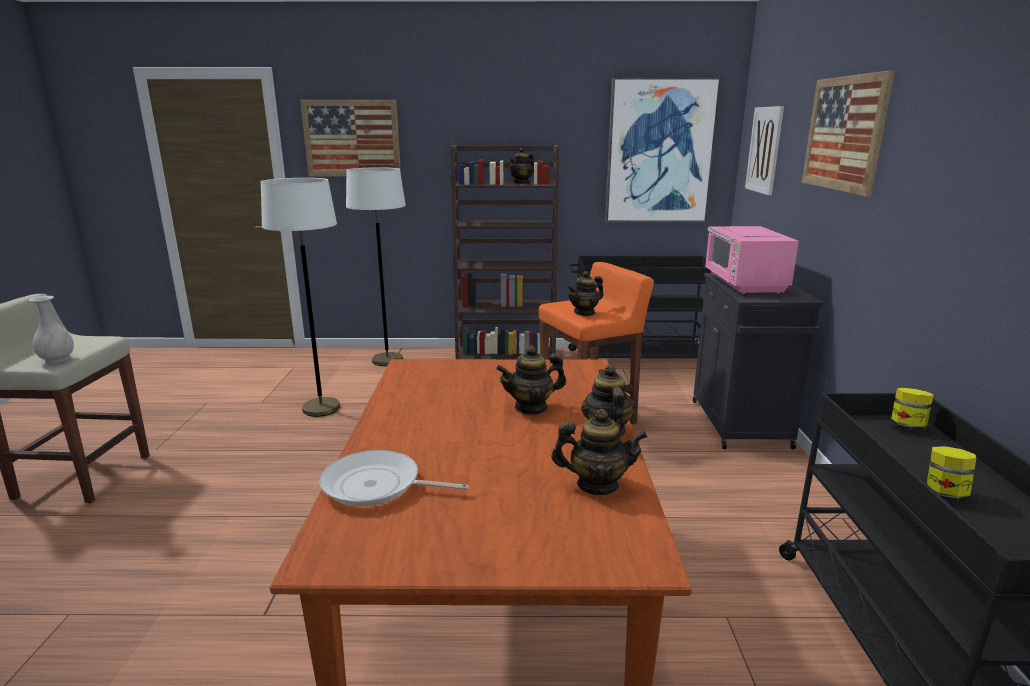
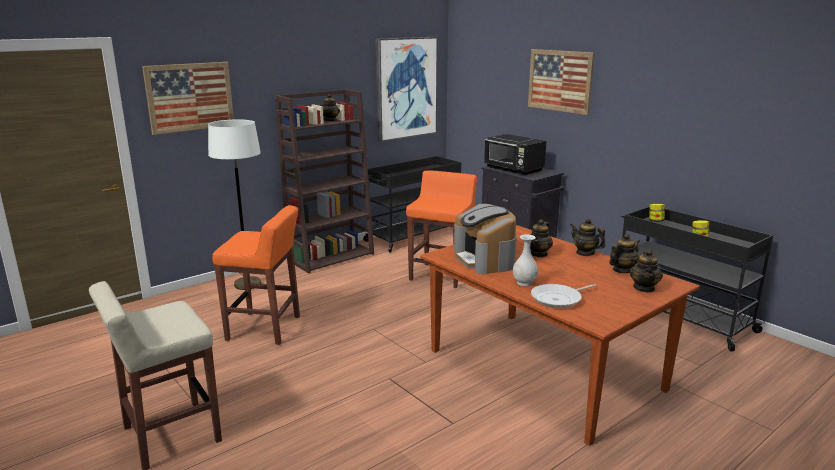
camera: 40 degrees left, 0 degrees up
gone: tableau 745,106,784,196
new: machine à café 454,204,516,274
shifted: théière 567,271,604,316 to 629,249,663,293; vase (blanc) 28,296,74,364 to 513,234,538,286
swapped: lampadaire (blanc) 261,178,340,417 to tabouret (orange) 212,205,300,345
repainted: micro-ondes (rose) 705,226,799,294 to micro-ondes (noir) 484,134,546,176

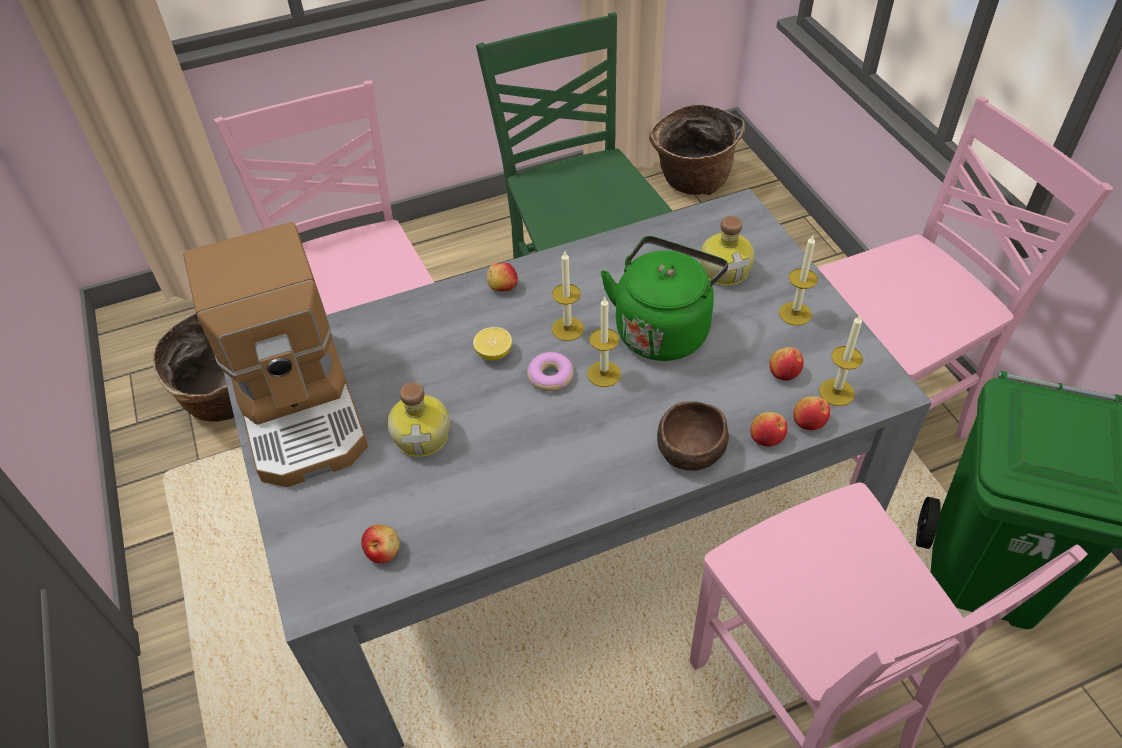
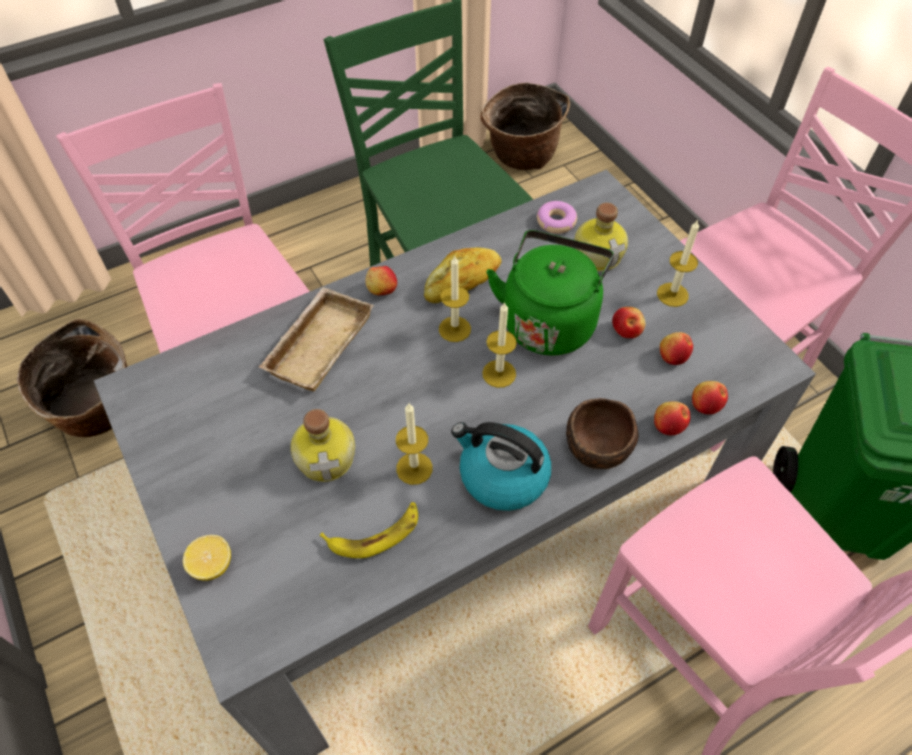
camera: 10 degrees left, 5 degrees up
gone: machine à café 183,222,368,487
new: pain 424,247,502,303; plateau (beige) 259,287,374,391; bouilloire 451,422,551,511; banane 320,502,418,558
shifted: bougie 819,315,863,406 to 396,403,433,485; citron 473,327,512,361 to 183,535,231,581; beignet 527,352,574,391 to 537,201,577,234; pomme 361,525,400,564 to 612,307,645,338

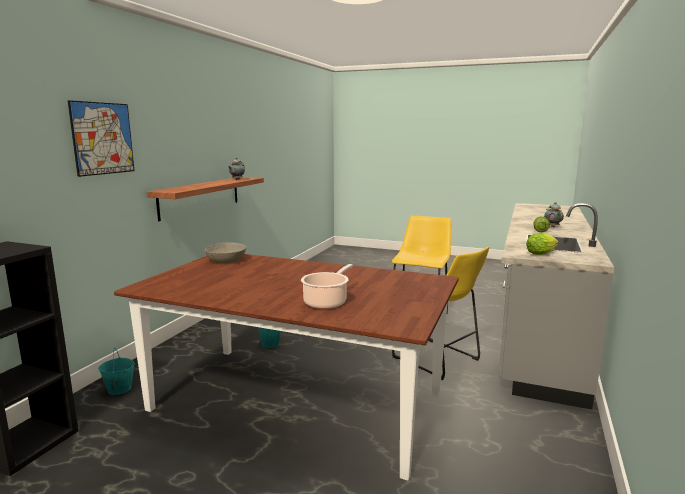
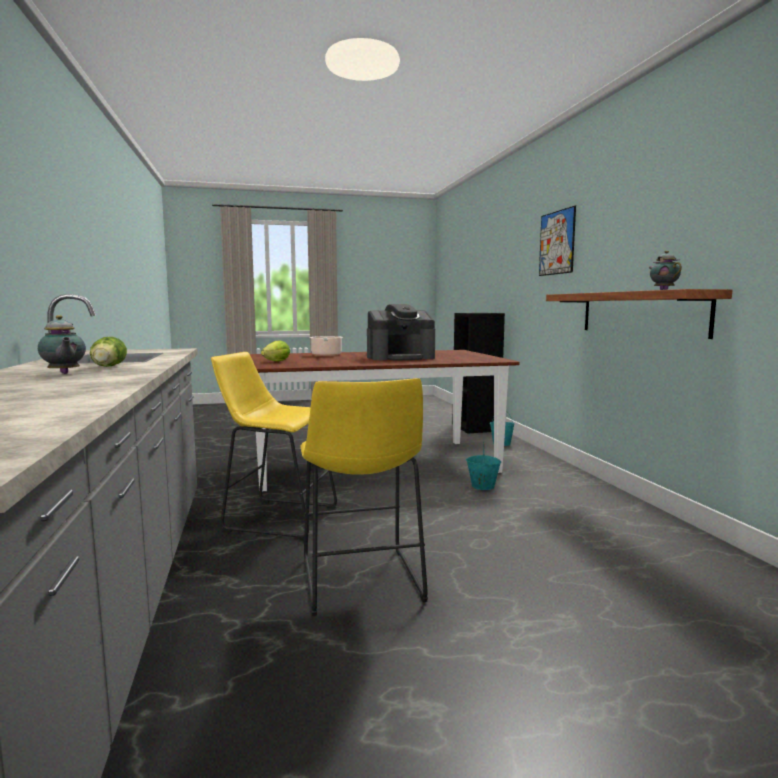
camera: 145 degrees right, 5 degrees down
gone: bol (gris) 205,242,246,263
new: machine à café 367,304,435,361
shifted: laitue 526,233,559,255 to 261,340,290,361

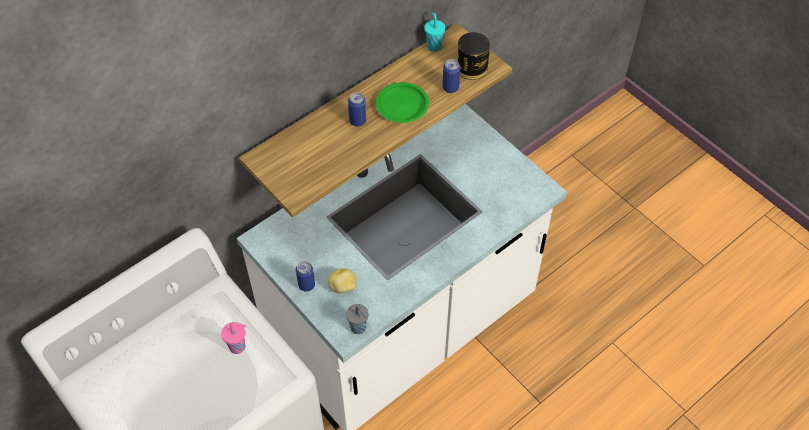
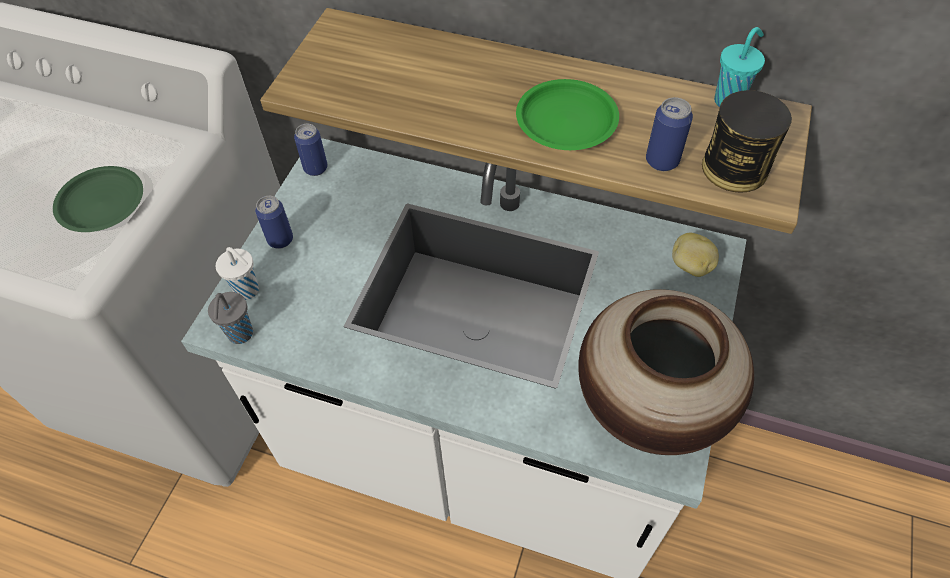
camera: 60 degrees right, 0 degrees up
new: tasse (blanc) 216,247,259,300; vase 578,289,754,455
shifted: boîte métallique 348,92,366,127 to 294,124,328,176; pomme de terre 328,268,356,294 to 672,233,719,277
swapped: tasse (rose) 221,322,246,354 to assiette (vert) 53,166,143,232

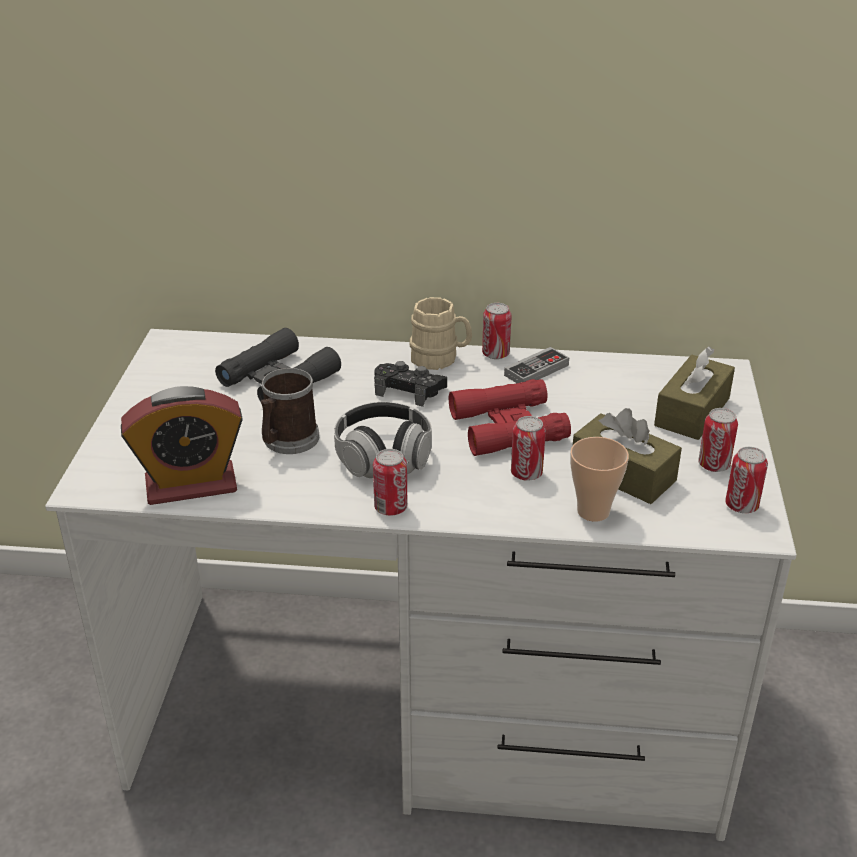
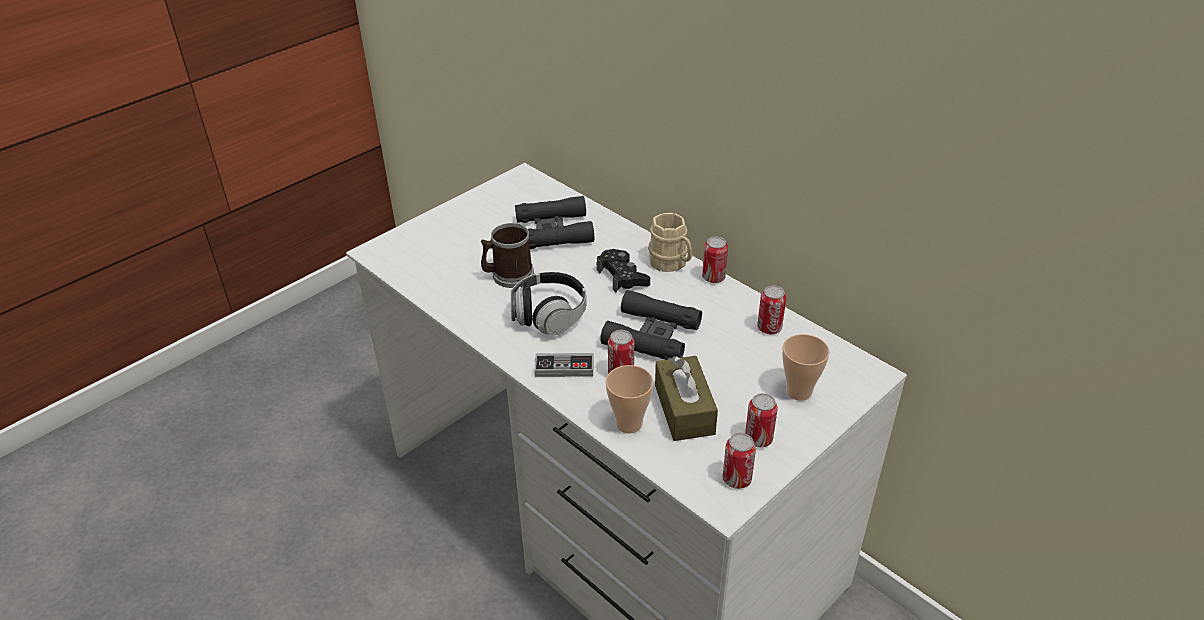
camera: 40 degrees right, 5 degrees up
gone: réveil 121,386,243,505
shifted: manette 504,347,569,383 to 534,353,594,377; boîte métallique 373,449,407,516 to 757,285,786,334
swapped: boîte à mouchoirs (marron) 654,346,735,440 to tasse 782,334,830,401
repainted: jumelles (rouge) 449,379,571,456 to jumelles (noir) 600,290,702,360

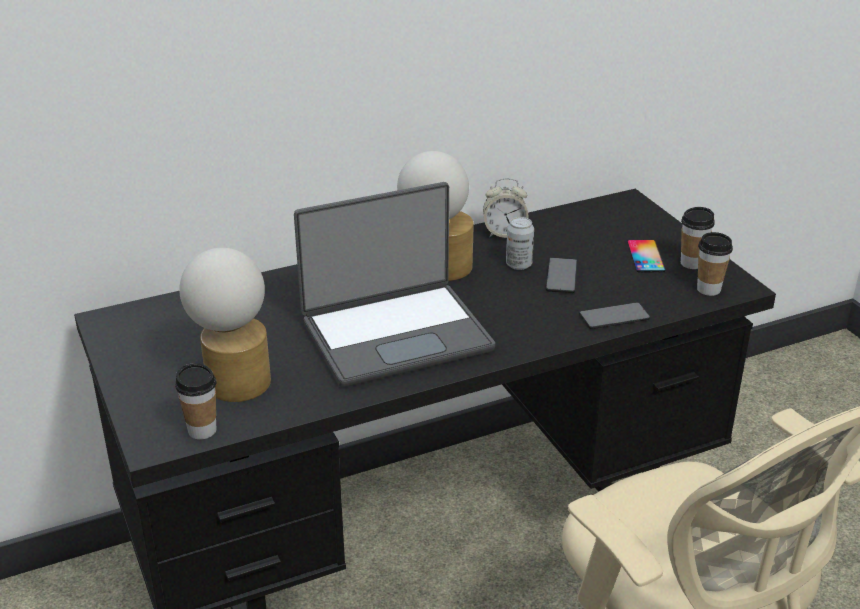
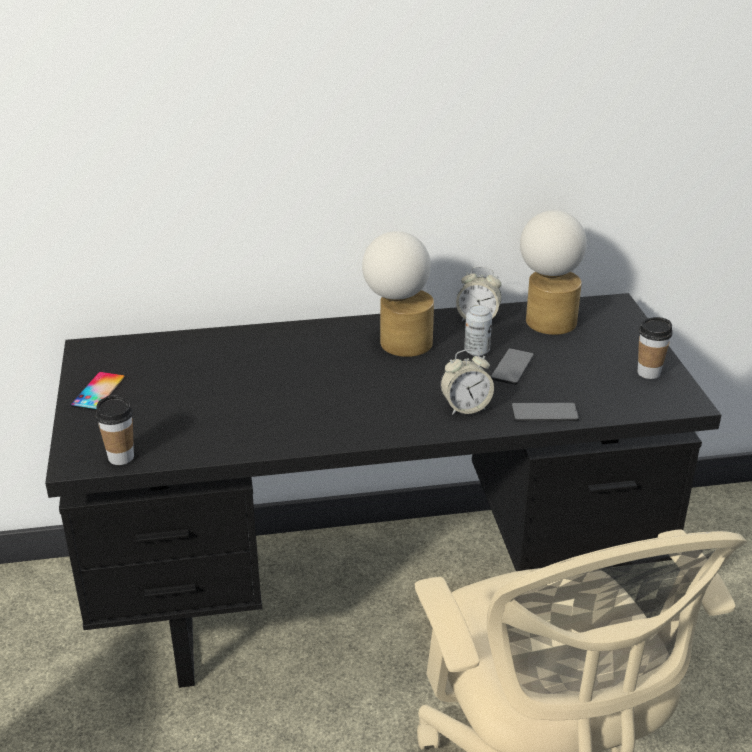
camera: 15 degrees right, 0 degrees up
gone: ordinateur portable 294,182,495,388; tasse 697,232,733,296
new: réveil 441,349,494,415
shifted: téléphone 627,240,666,272 to 70,372,125,411; lampe de table 179,248,271,402 to 520,210,587,335

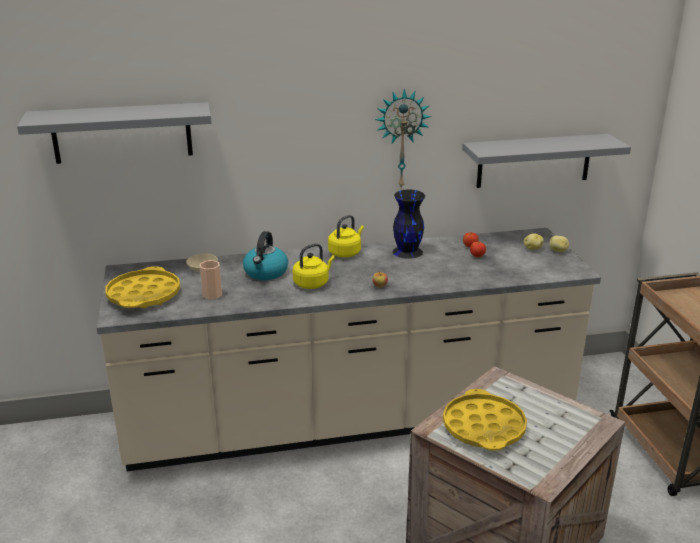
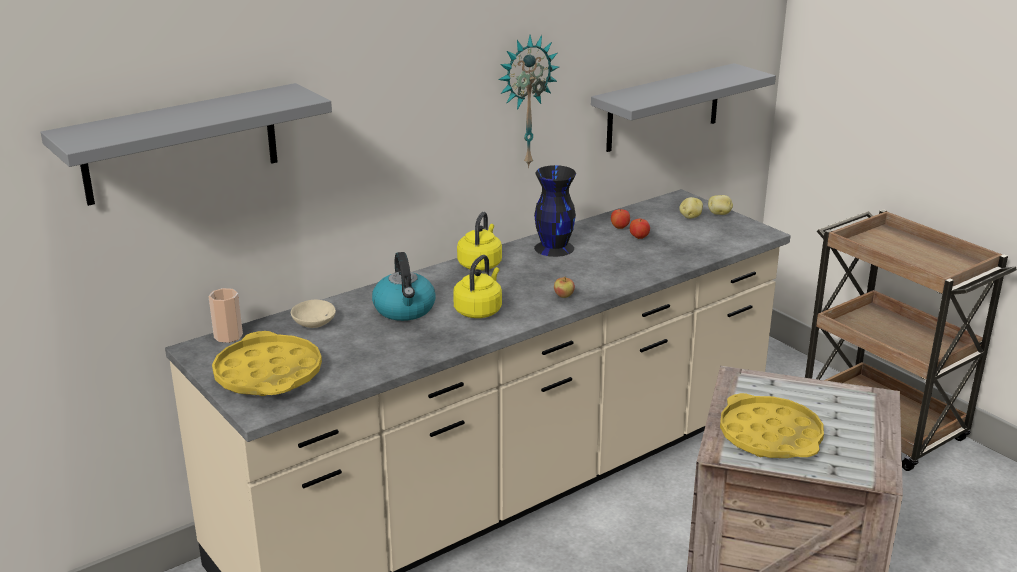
camera: 25 degrees left, 0 degrees up
shifted: tasse 200,260,222,300 to 208,288,243,343

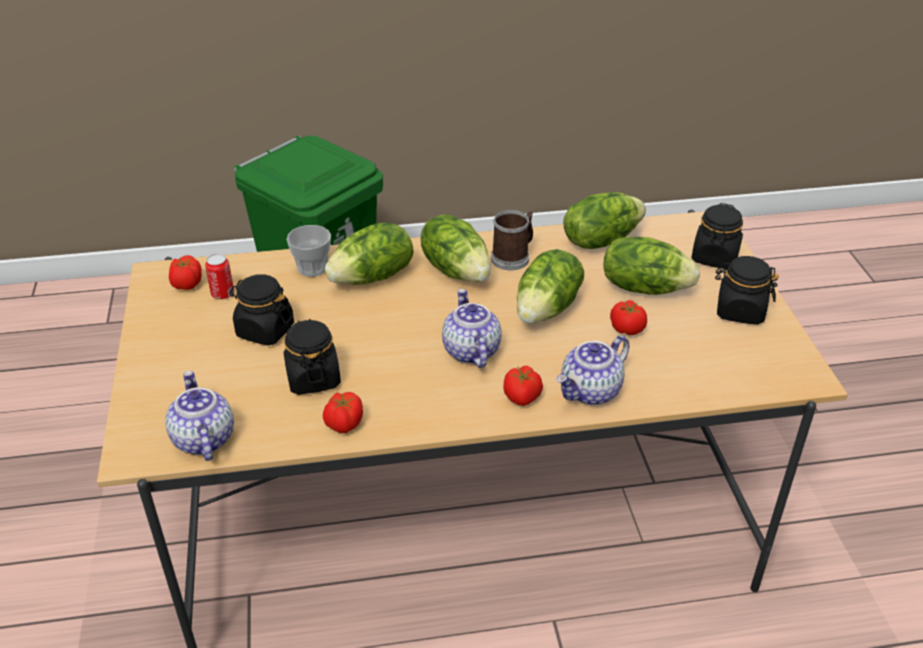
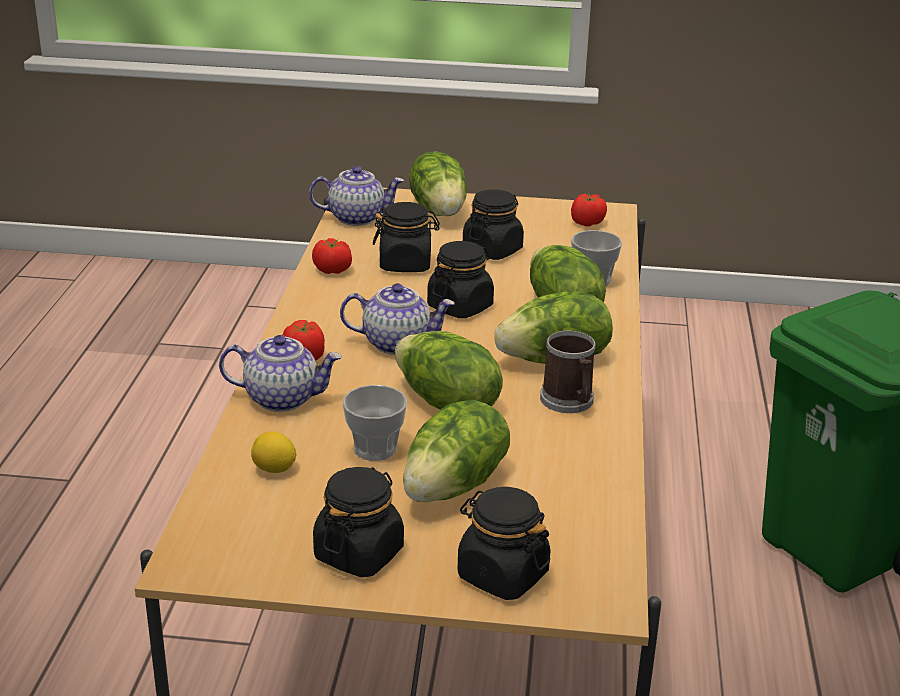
camera: 105 degrees right, 10 degrees down
gone: boîte métallique 205,253,234,299
new: bocal (noir) 427,241,494,318; citron 251,431,297,473
shifted: laitue 563,192,646,249 to 409,151,467,216
swapped: tomate 610,300,647,335 to tasse 342,385,407,461
rotated: théière 556,335,629,405 = 219,335,342,412 120 degrees clockwise

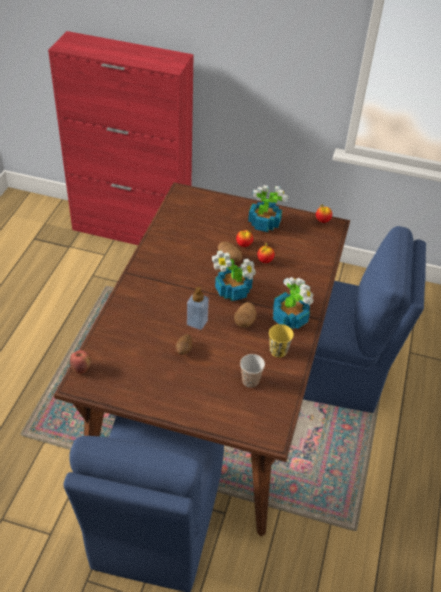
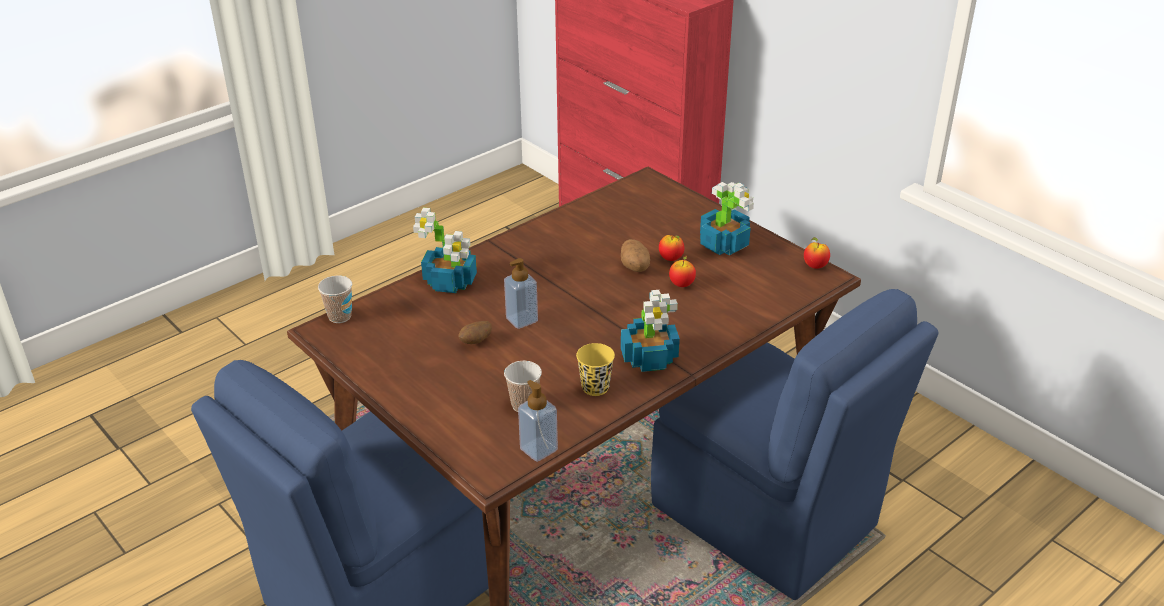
camera: 35 degrees right, 10 degrees down
gone: pomme de terre 234,302,257,328
new: distributeur de savon 518,380,558,462
shifted: plante en pot 212,250,256,301 to 413,208,477,293
swapped: pomme 70,350,91,374 to tasse 318,276,352,323

